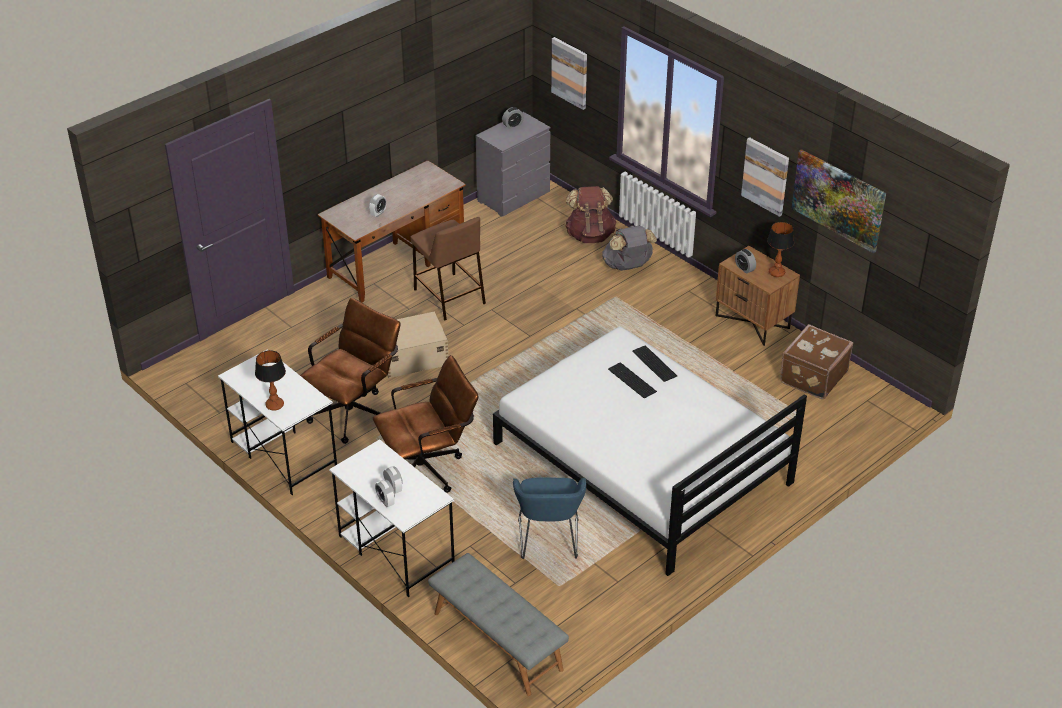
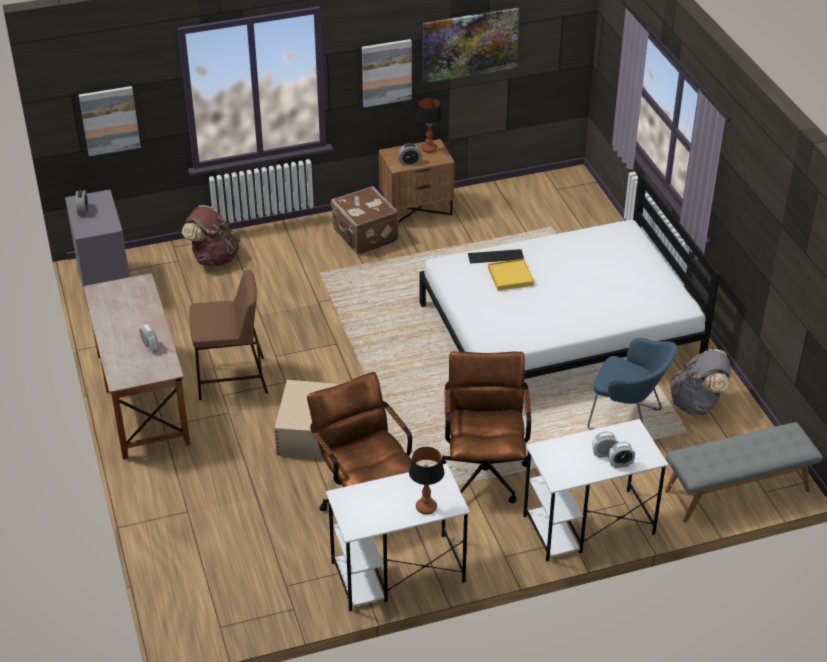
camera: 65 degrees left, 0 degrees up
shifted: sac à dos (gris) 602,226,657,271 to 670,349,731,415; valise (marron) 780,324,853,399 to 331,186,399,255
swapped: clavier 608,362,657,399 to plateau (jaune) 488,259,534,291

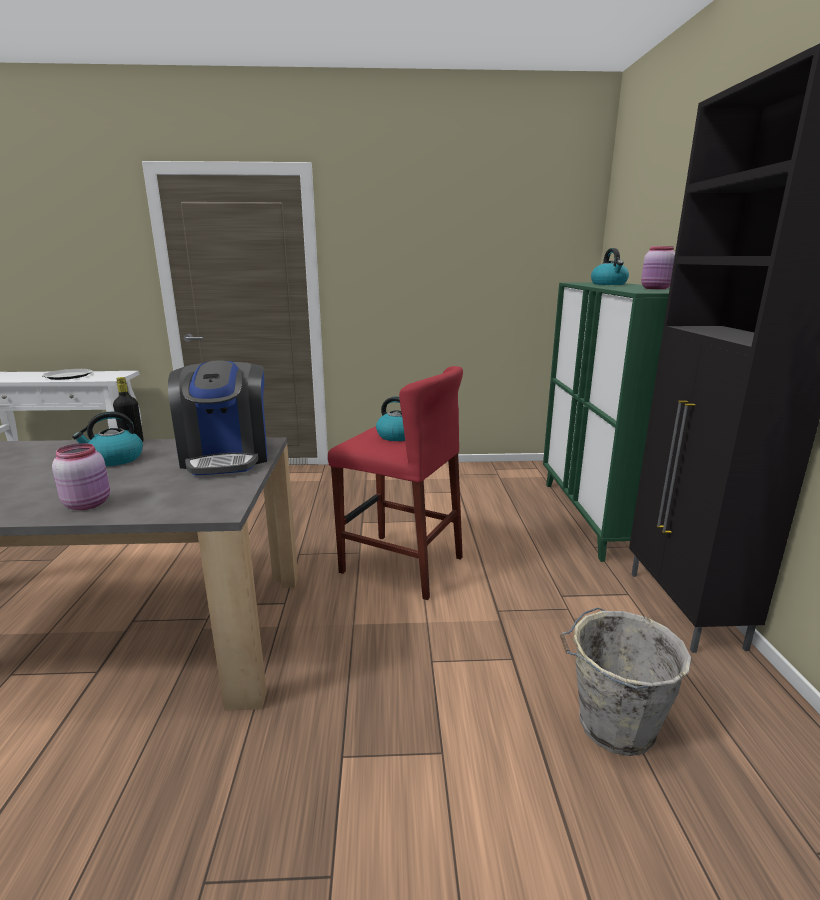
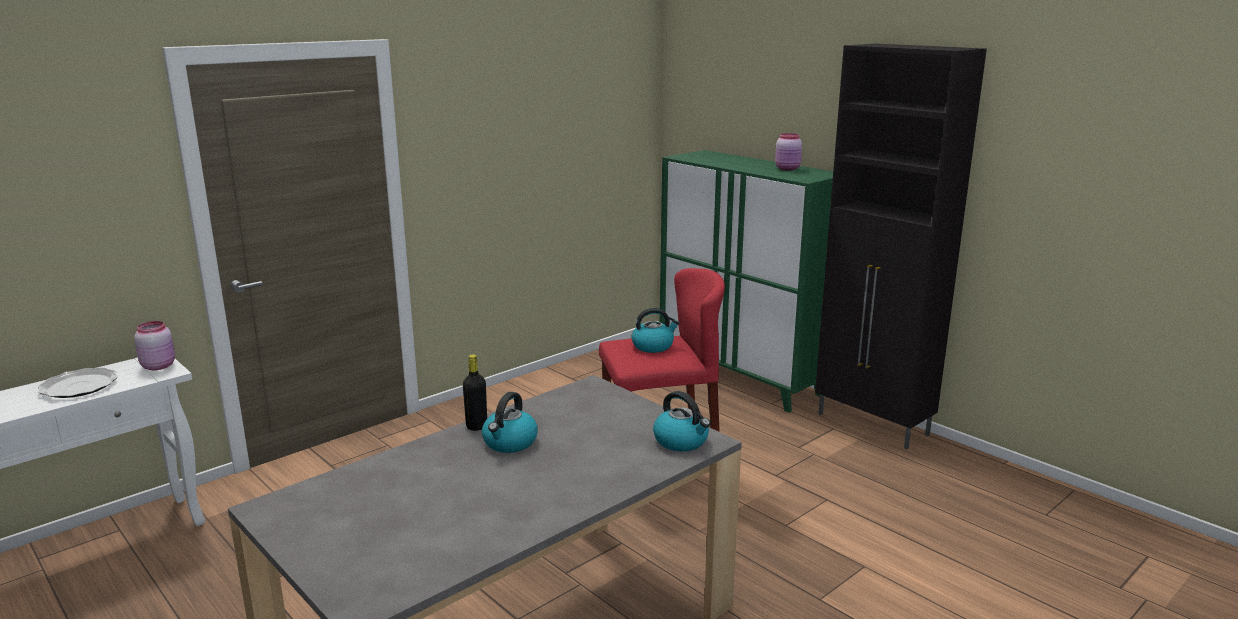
camera: 40 degrees left, 0 degrees up
gone: machine à café 168,360,267,476; seau (gris) 560,607,691,756
shifted: bouilloire 591,248,629,285 to 653,391,710,451; bocal (rose) 52,443,110,510 to 134,321,175,370

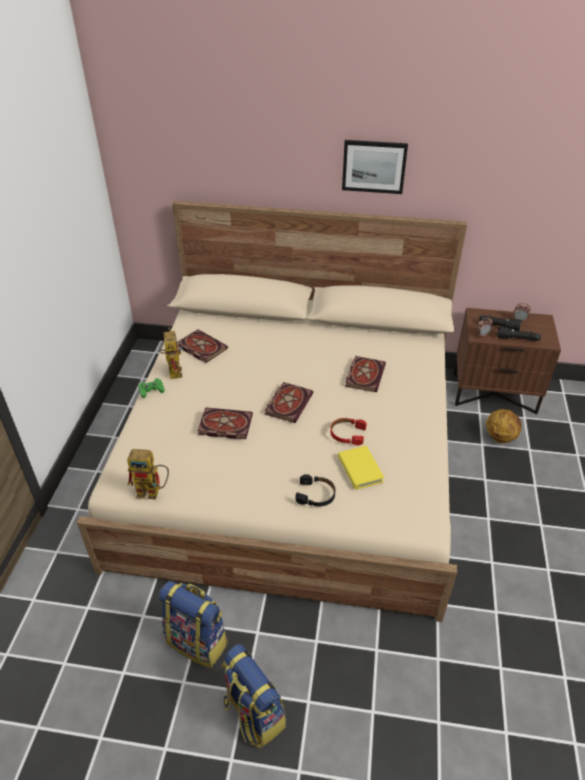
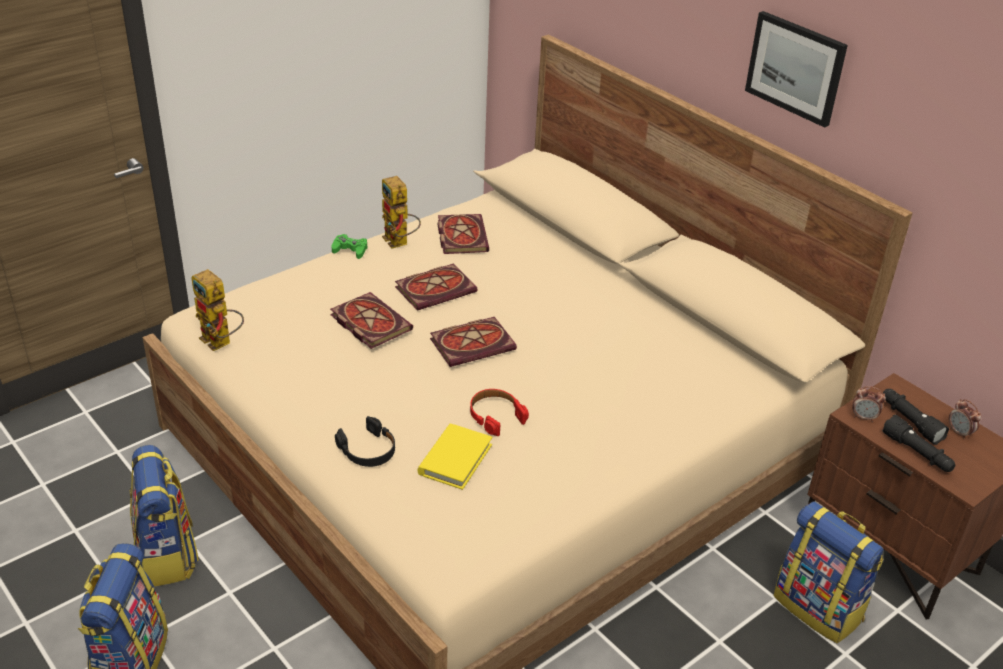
camera: 40 degrees right, 5 degrees down
shifted: livre 345,356,386,392 to 395,264,477,311
swapped: ballon de basket 486,409,522,443 to sac à dos 774,501,884,643
rotated: robot jouet 159,328,183,379 = 382,176,421,249 120 degrees clockwise

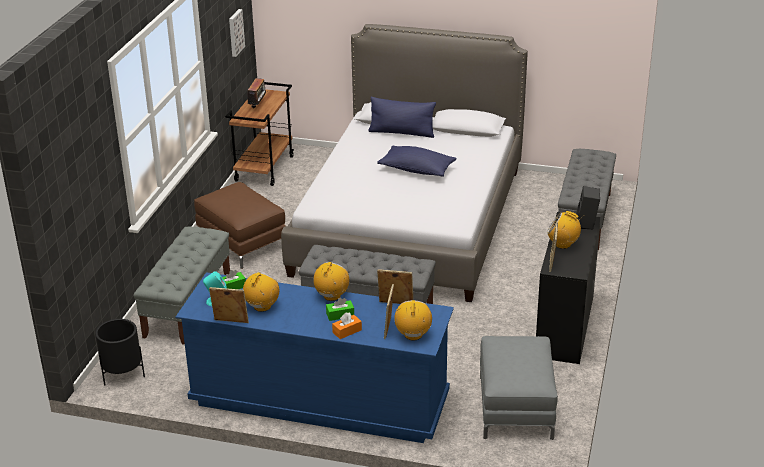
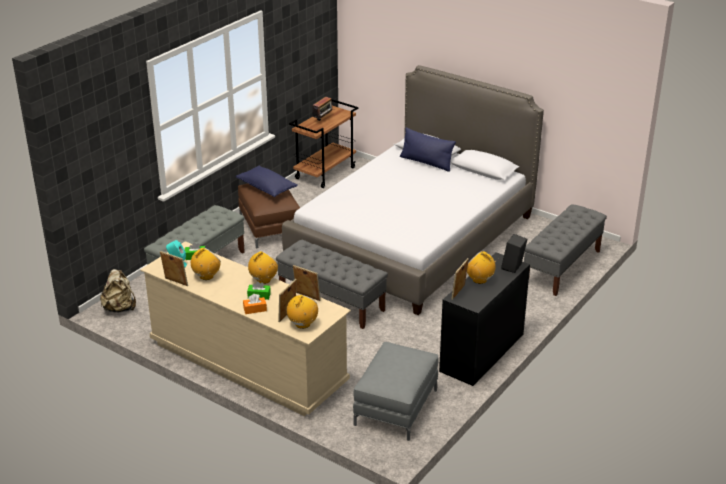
camera: 20 degrees right, 0 degrees up
gone: tableau 229,9,245,57
shifted: coussin (bleu) 377,146,457,177 to 236,166,298,197
swapped: cache-pot (noir) 95,319,145,385 to sac à dos (beige) 100,269,136,313
repainted: commode (bleu) 176,272,454,443 to commode (beige) 140,241,351,416

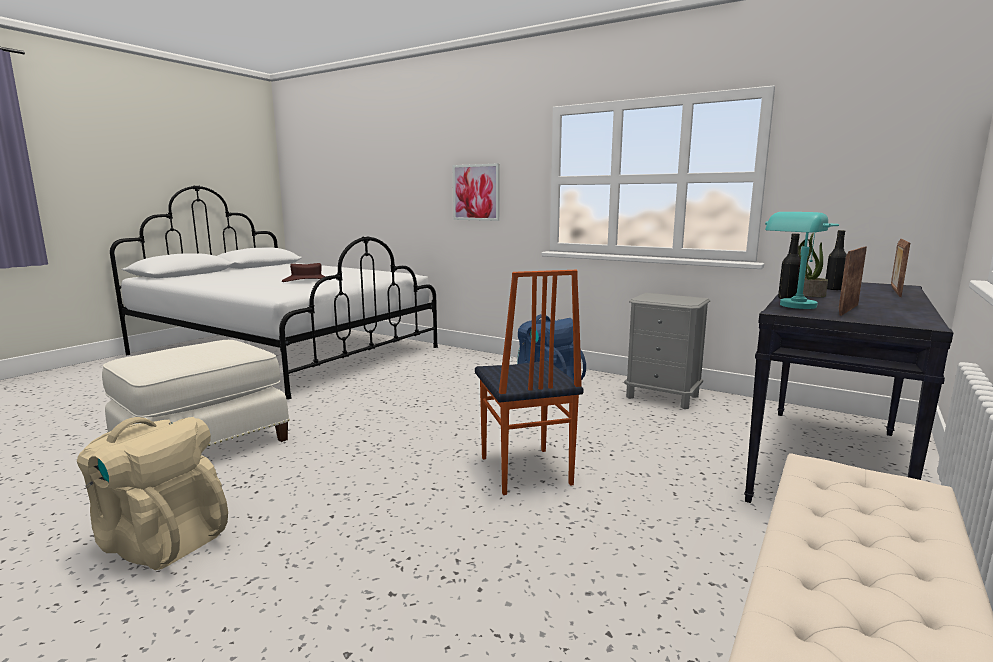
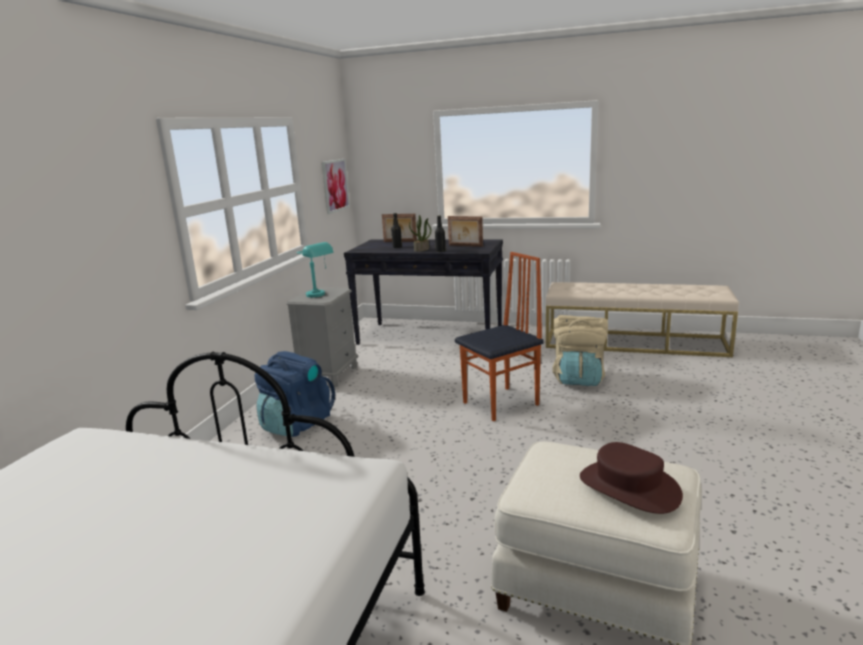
camera: 105 degrees left, 5 degrees up
shifted: tableau 452,163,499,221 to 322,159,350,214; lampe de table (turquoise) 765,212,839,309 to 297,242,333,297; chapeau (marron) 282,263,332,282 to 580,442,683,514; sac à dos (beige) 77,417,228,570 to 553,315,608,386

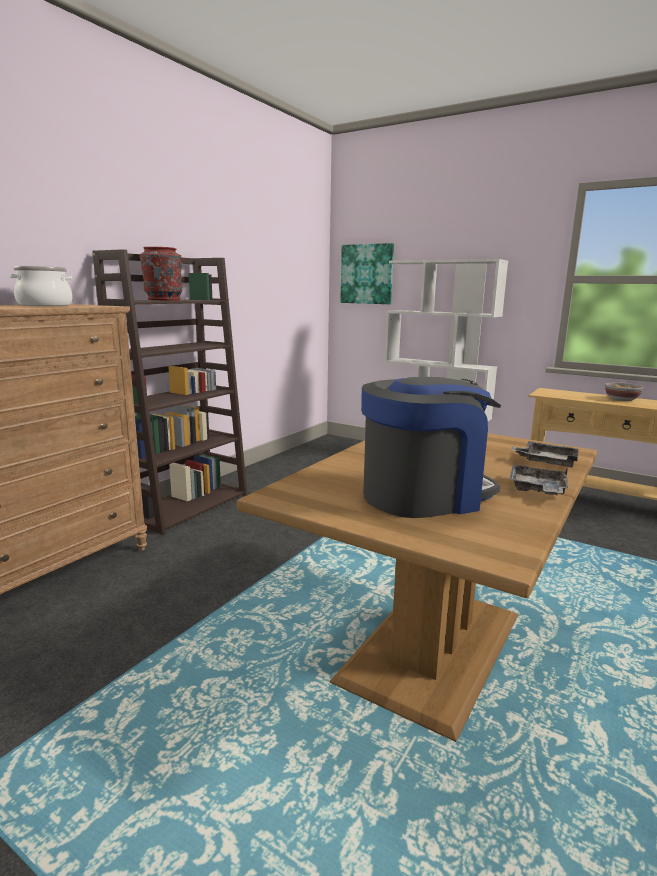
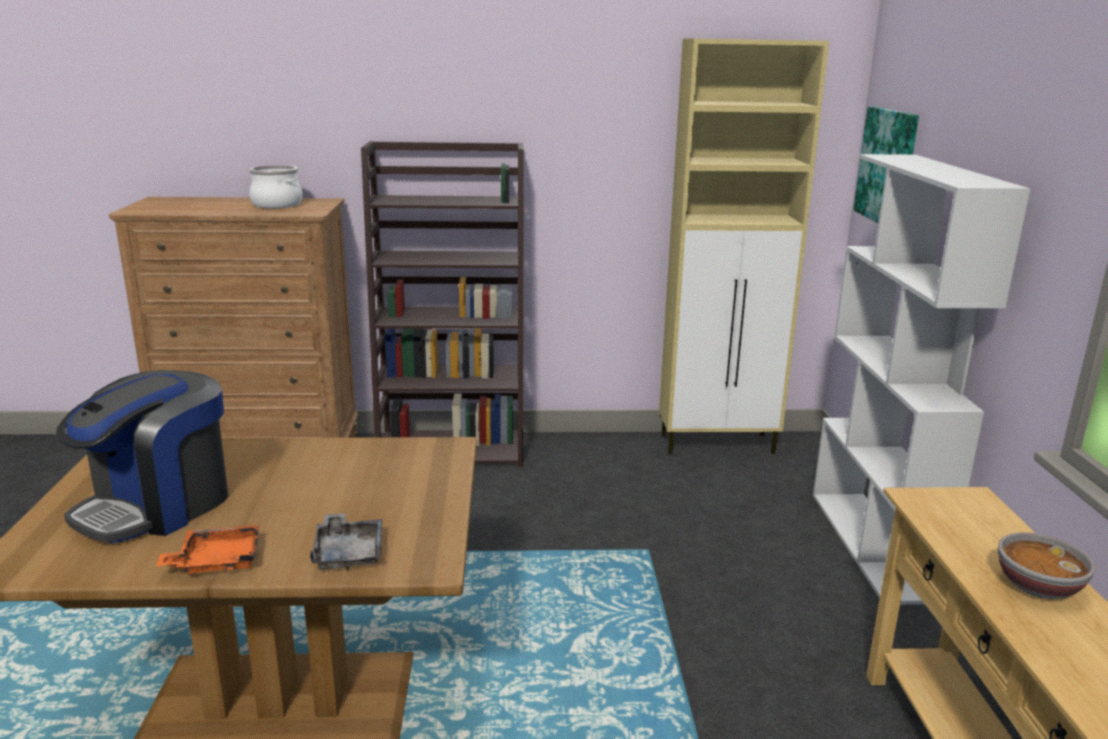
camera: 55 degrees right, 5 degrees up
gone: vase (rouge) 140,247,182,300
new: meuble de rangement (beige) 659,38,829,454
repainted: plateau (gris) 509,464,568,495 to plateau (orange) 156,525,259,574
rotated: machine à café 361,377,501,518 = 56,370,228,543 90 degrees clockwise

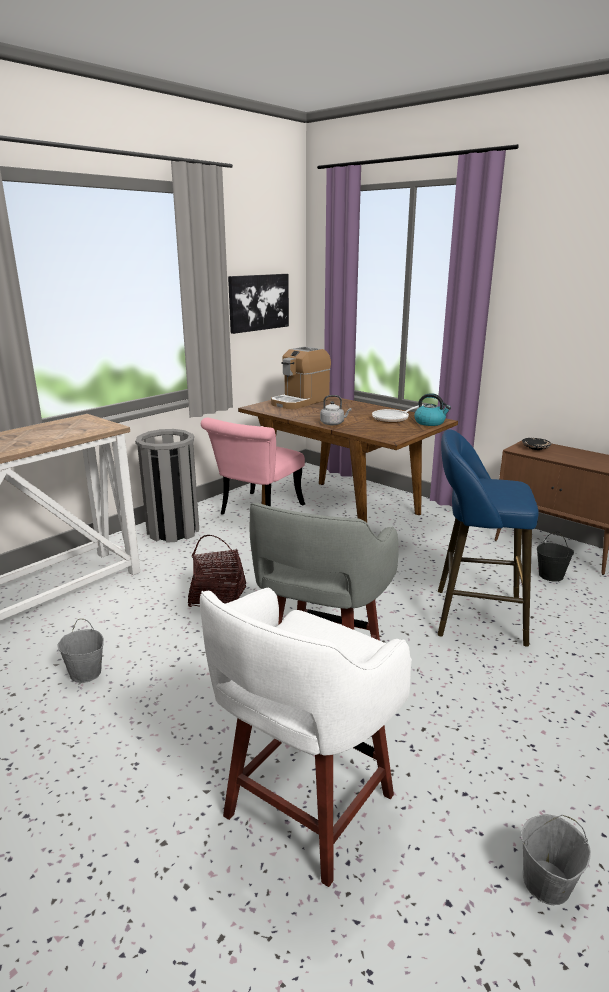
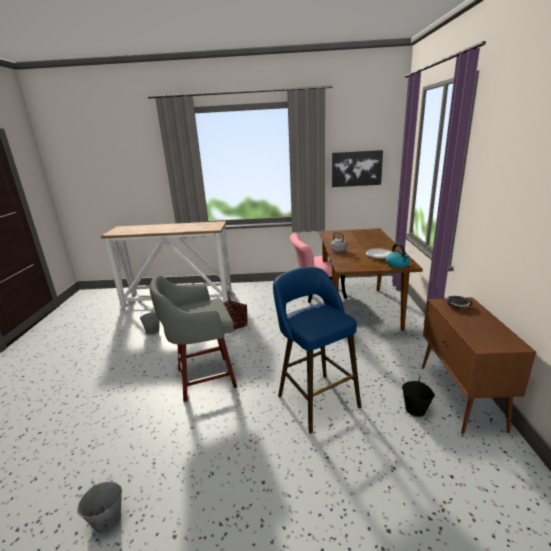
camera: 50 degrees right, 0 degrees up
gone: machine à café 271,347,331,409; poubelle (gris) 135,429,199,543; tabouret (blanc) 200,588,412,887

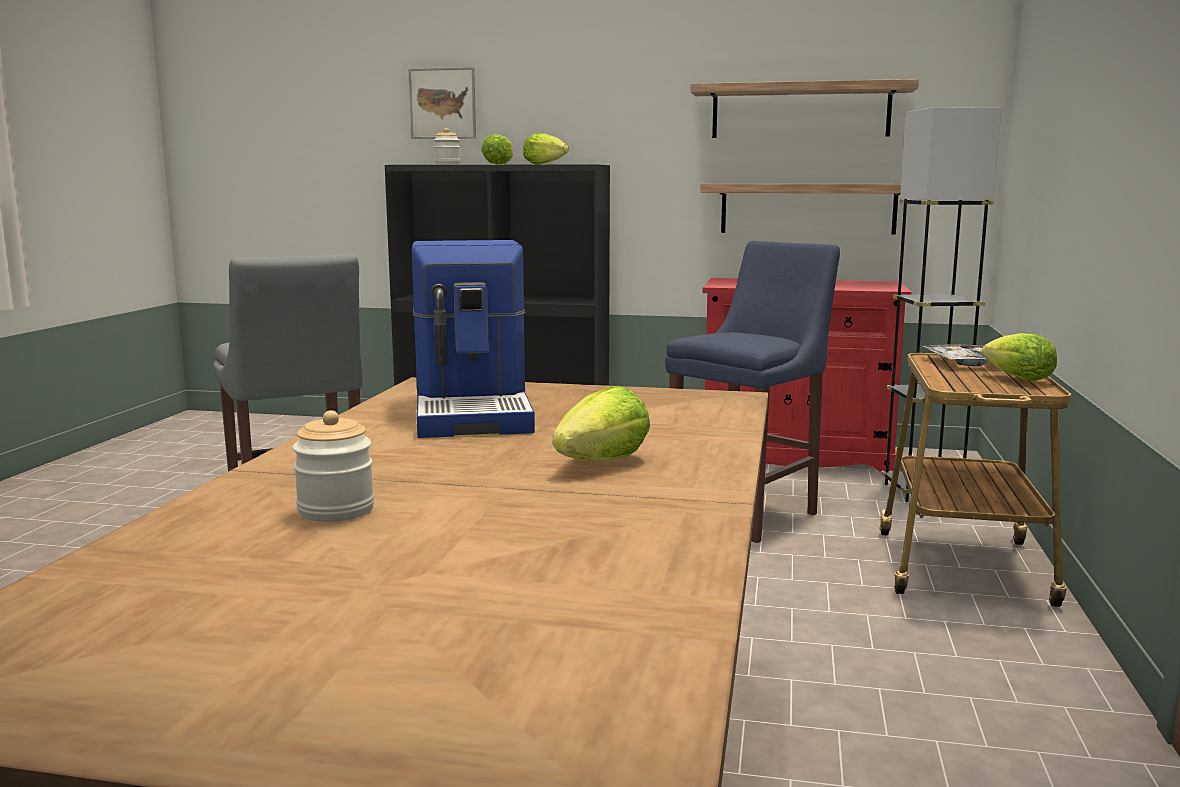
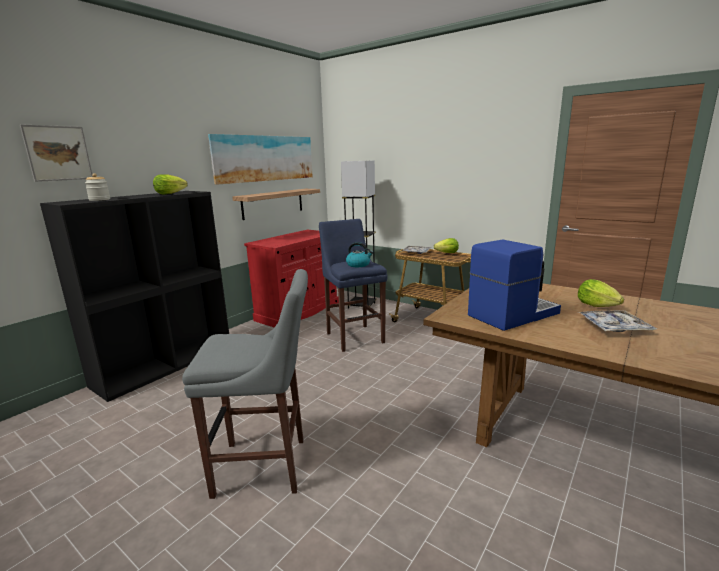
camera: 65 degrees left, 5 degrees up
gone: laitue 481,134,513,165; bocal 292,410,374,522
new: bouilloire 346,242,373,267; plateau 577,310,657,332
swapped: étagère 690,79,919,138 to tableau 208,134,313,185
rotated: machine à café 412,240,535,438 = 468,239,561,331 45 degrees counterclockwise

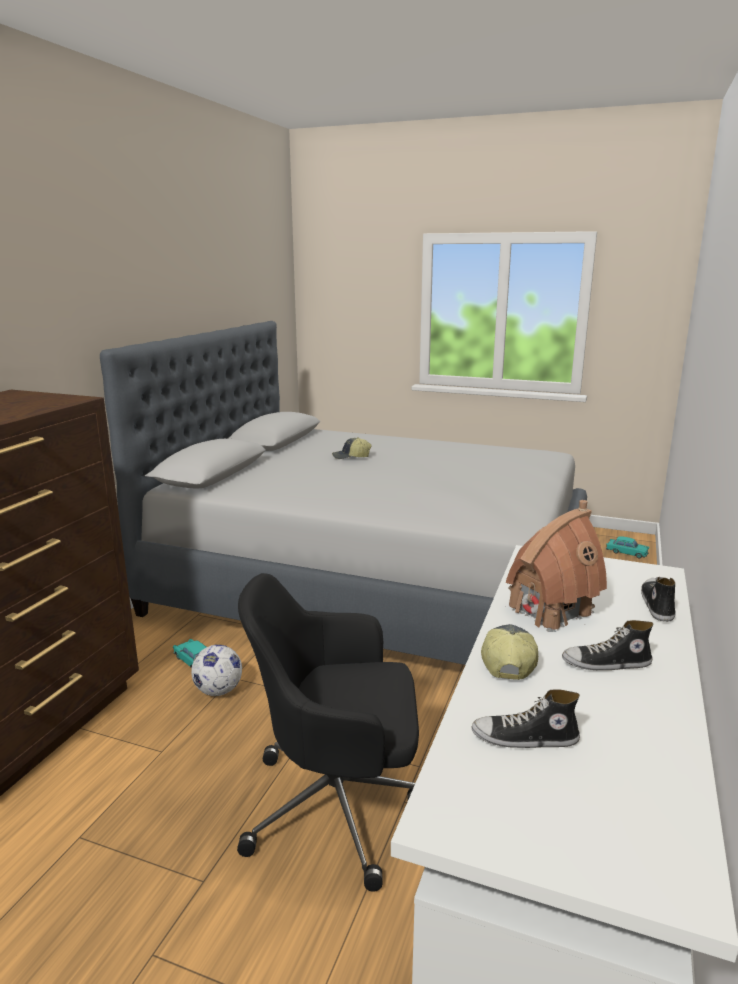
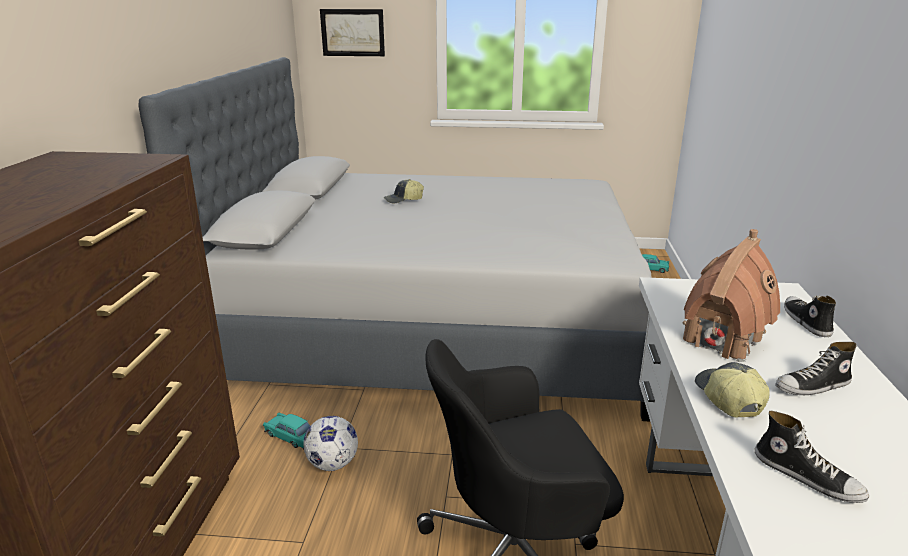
camera: 15 degrees left, 5 degrees up
new: tableau 320,9,385,56
rotated: chaussure 472,689,580,748 = 755,411,869,503 120 degrees counterclockwise

